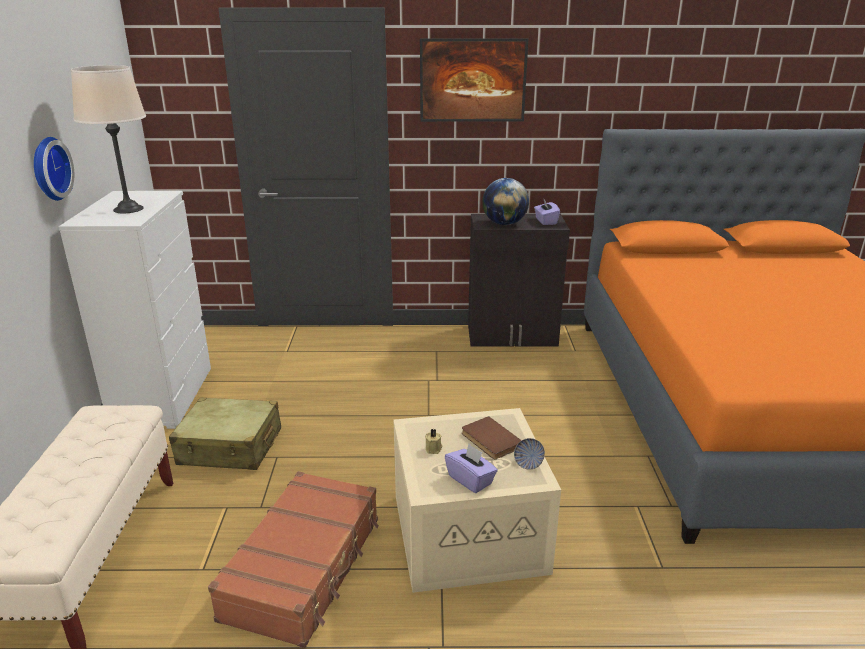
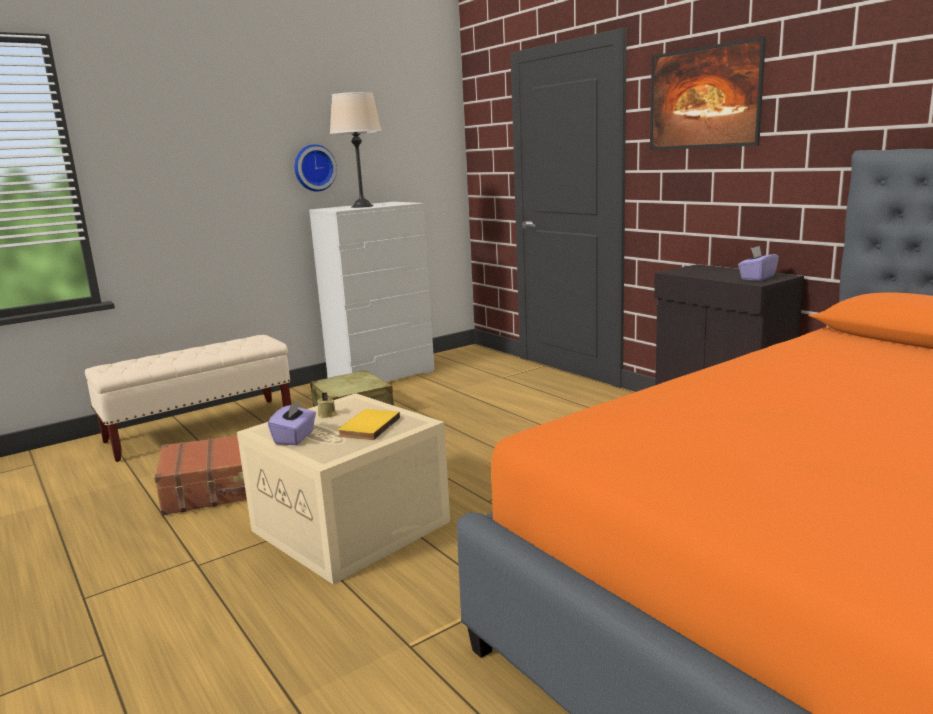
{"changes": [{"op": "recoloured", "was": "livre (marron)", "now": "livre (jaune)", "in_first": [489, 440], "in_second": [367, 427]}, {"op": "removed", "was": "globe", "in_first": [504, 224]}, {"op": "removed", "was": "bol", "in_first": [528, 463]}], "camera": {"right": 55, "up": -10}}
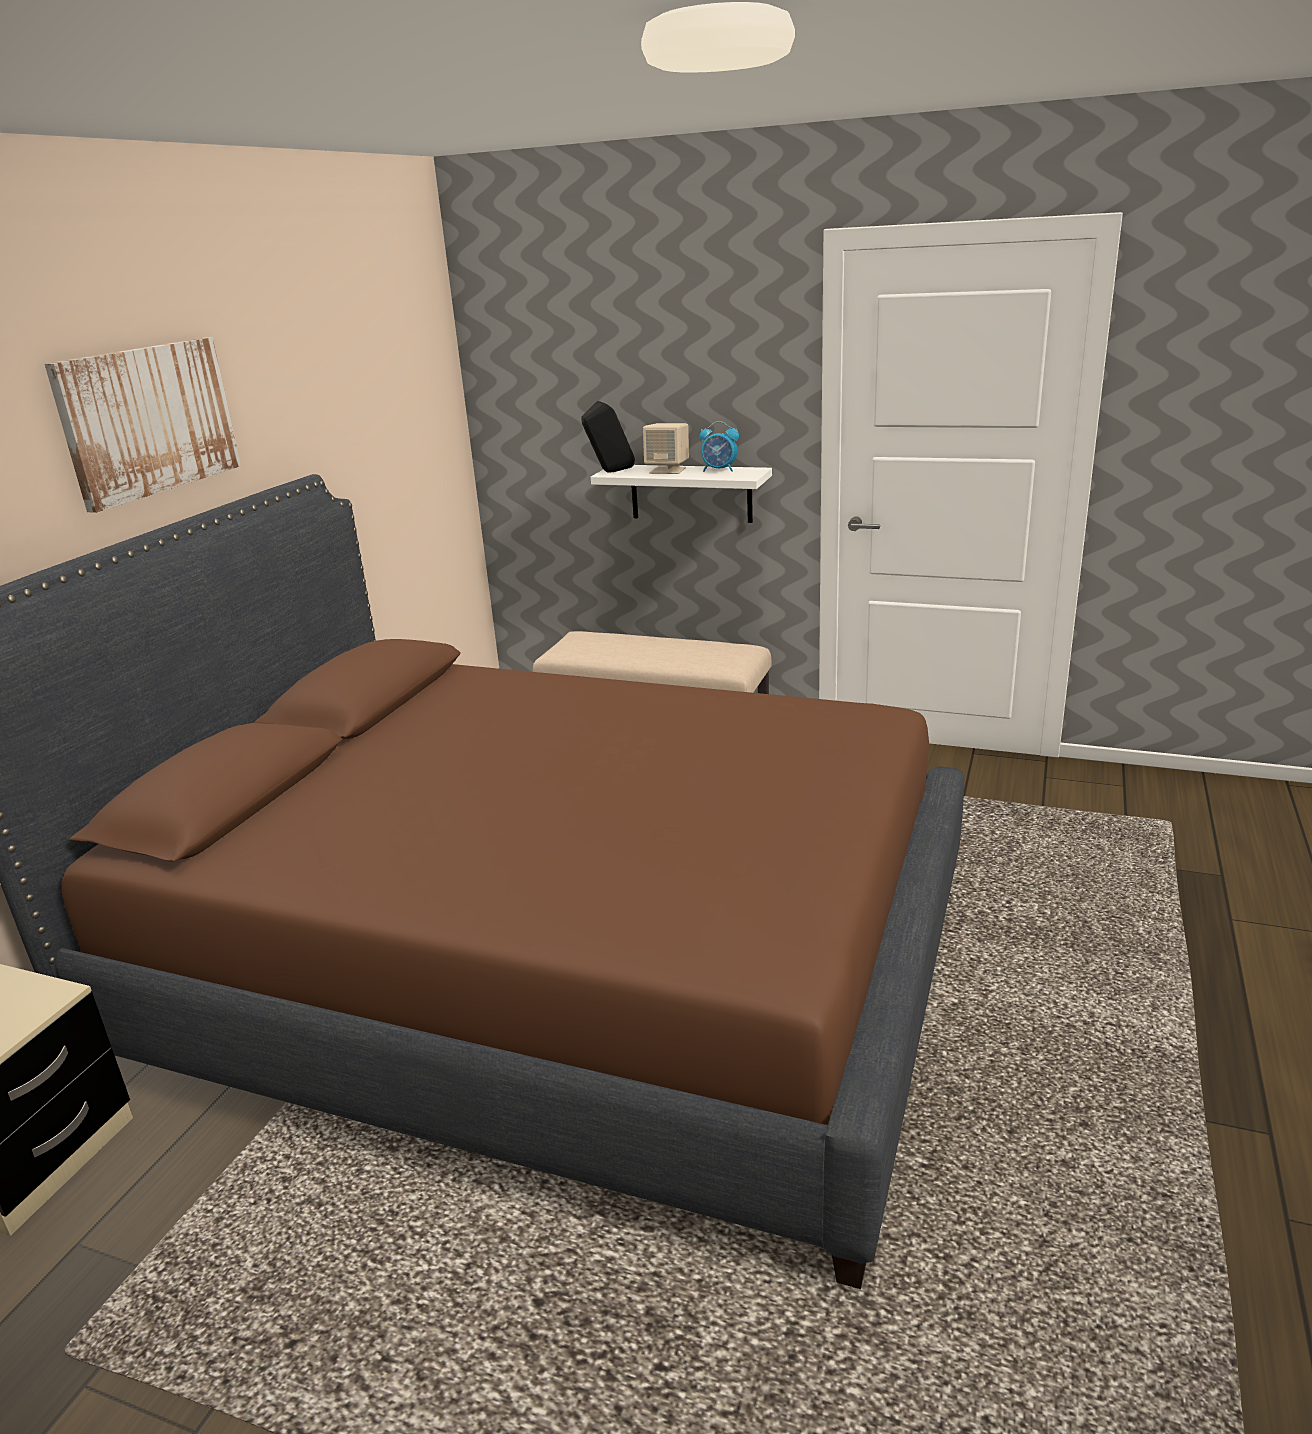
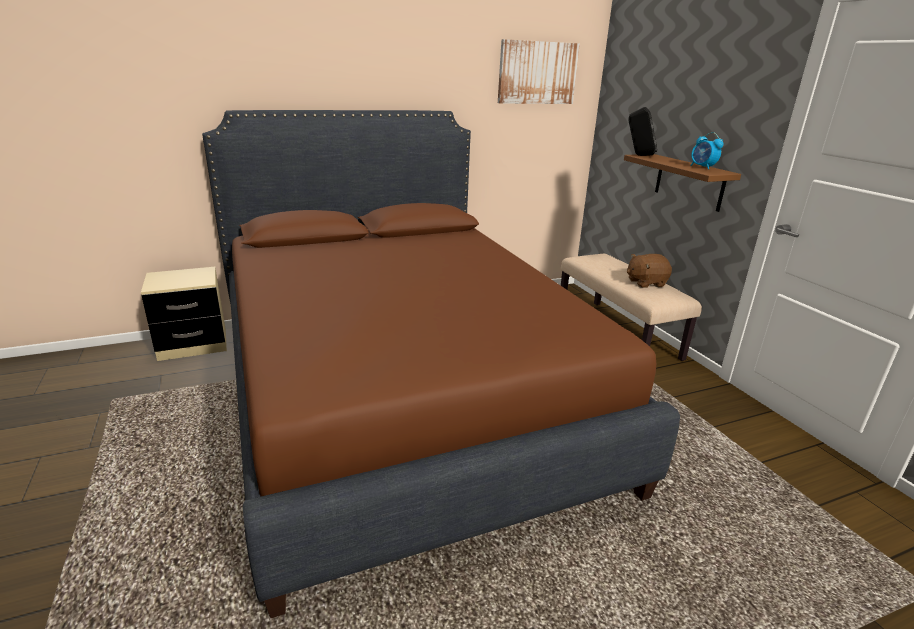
{"changes": [{"op": "moved", "was": "tableau", "in_first": [148, 420], "in_second": [537, 73]}, {"op": "recoloured", "was": "étagère (blanc)", "now": "étagère (marron)", "in_first": [691, 493], "in_second": [689, 182]}, {"op": "added", "now": "peluche (marron)", "in_second": [645, 283]}, {"op": "removed", "was": "enceinte (beige)", "in_first": [668, 470]}], "camera": {"right": 45, "up": 0}}
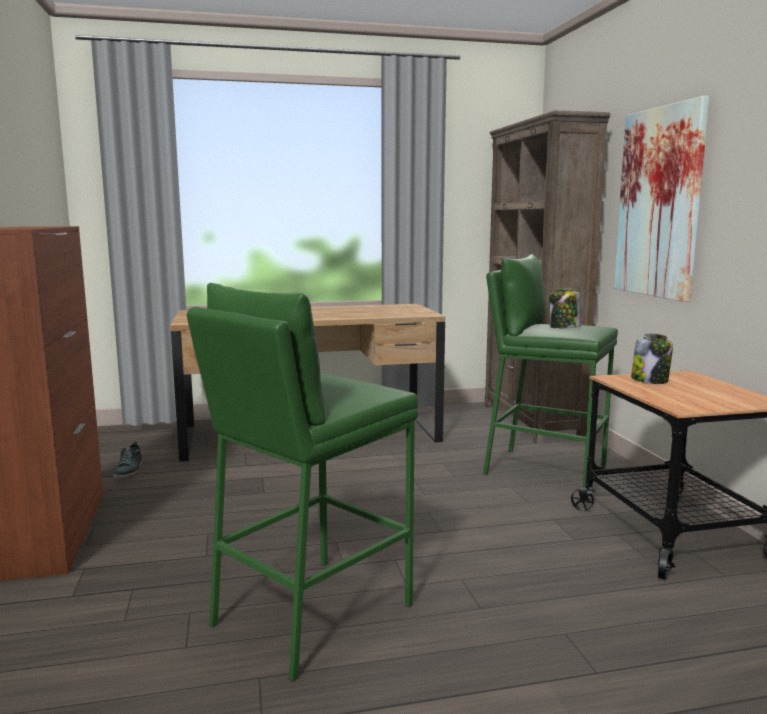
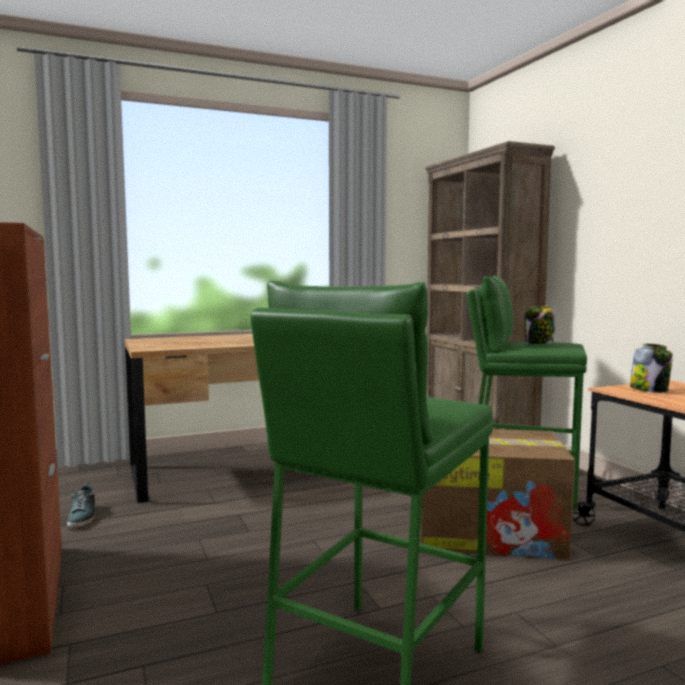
{"changes": [{"op": "added", "now": "carton", "in_second": [490, 533]}, {"op": "removed", "was": "tableau", "in_first": [659, 203]}], "camera": {"right": -10, "up": -5}}
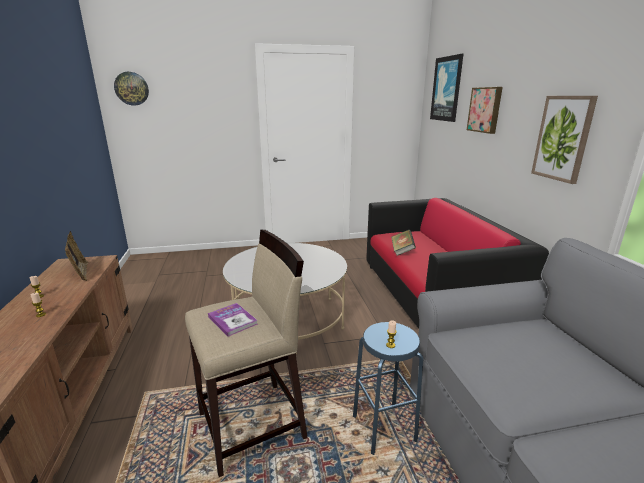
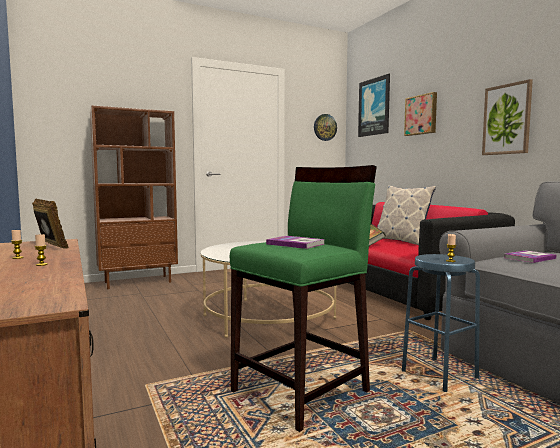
{"changes": [{"op": "added", "now": "bibliothèque (marron)", "in_second": [138, 282]}, {"op": "recoloured", "was": "tabouret (beige)", "now": "tabouret (vert)", "in_first": [253, 426], "in_second": [302, 392]}, {"op": "moved", "was": "horloge murale", "in_first": [131, 88], "in_second": [325, 127]}, {"op": "added", "now": "coussin", "in_second": [402, 241]}, {"op": "added", "now": "livre", "in_second": [529, 258]}], "camera": {"right": -15, "up": -15}}
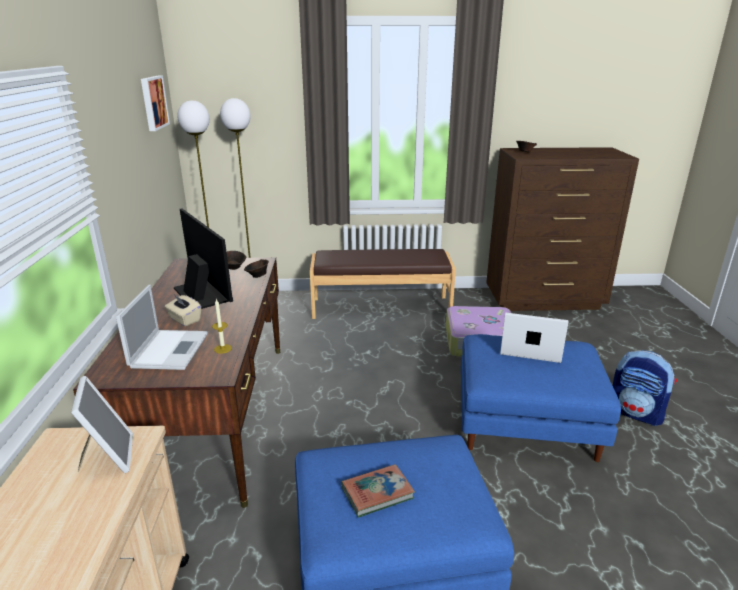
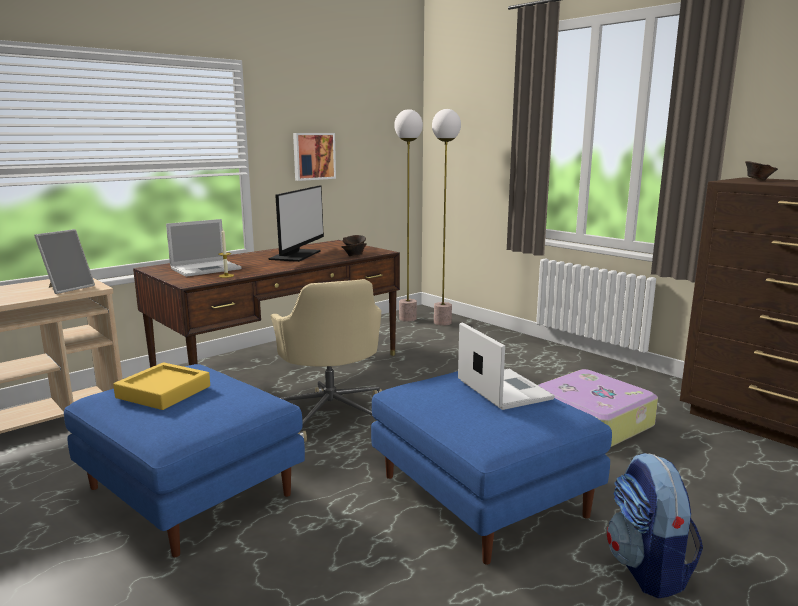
{"changes": [{"op": "replaced", "was": "livre", "now": "plateau (jaune)", "in_first": [377, 493], "in_second": [163, 392]}, {"op": "added", "now": "chaise de bureau (beige)", "in_second": [331, 414]}, {"op": "moved", "was": "tableau", "in_first": [153, 102], "in_second": [313, 156]}, {"op": "removed", "was": "boîte à mouchoirs (beige)", "in_first": [184, 319]}, {"op": "removed", "was": "banc (marron)", "in_first": [381, 306]}], "camera": {"right": 50, "up": -10}}
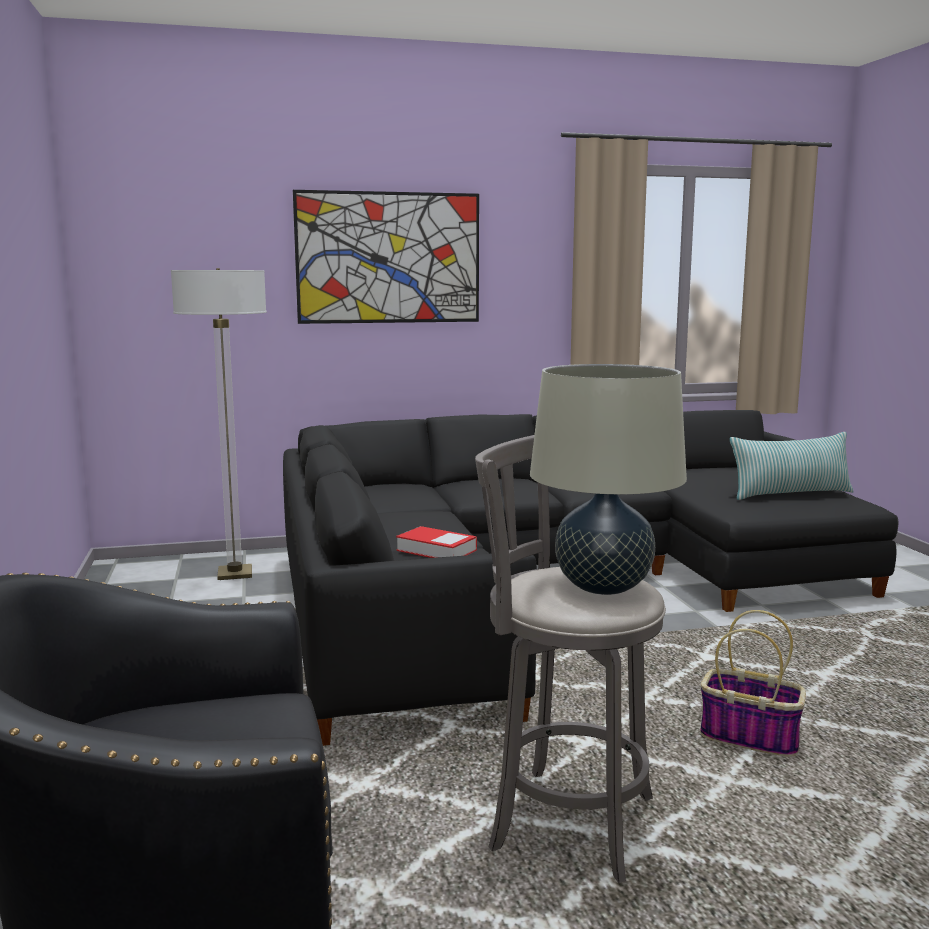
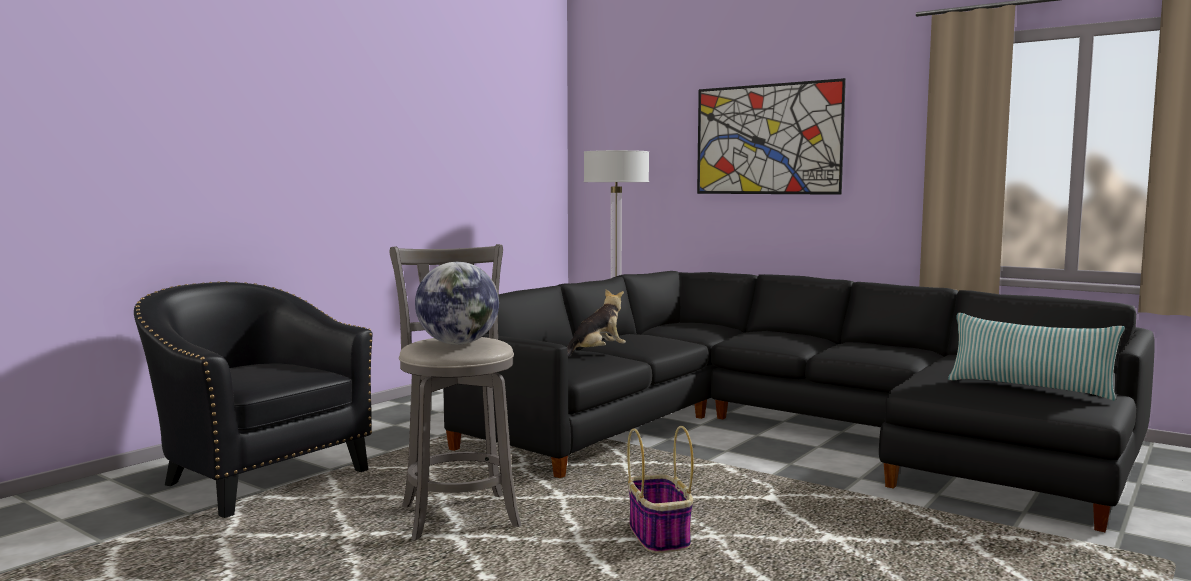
{"changes": [{"op": "replaced", "was": "lampe de table (beige)", "now": "globe", "in_first": [603, 586], "in_second": [457, 344]}, {"op": "replaced", "was": "livre", "now": "peluche", "in_first": [436, 550], "in_second": [596, 353]}], "camera": {"right": 50, "up": -5}}
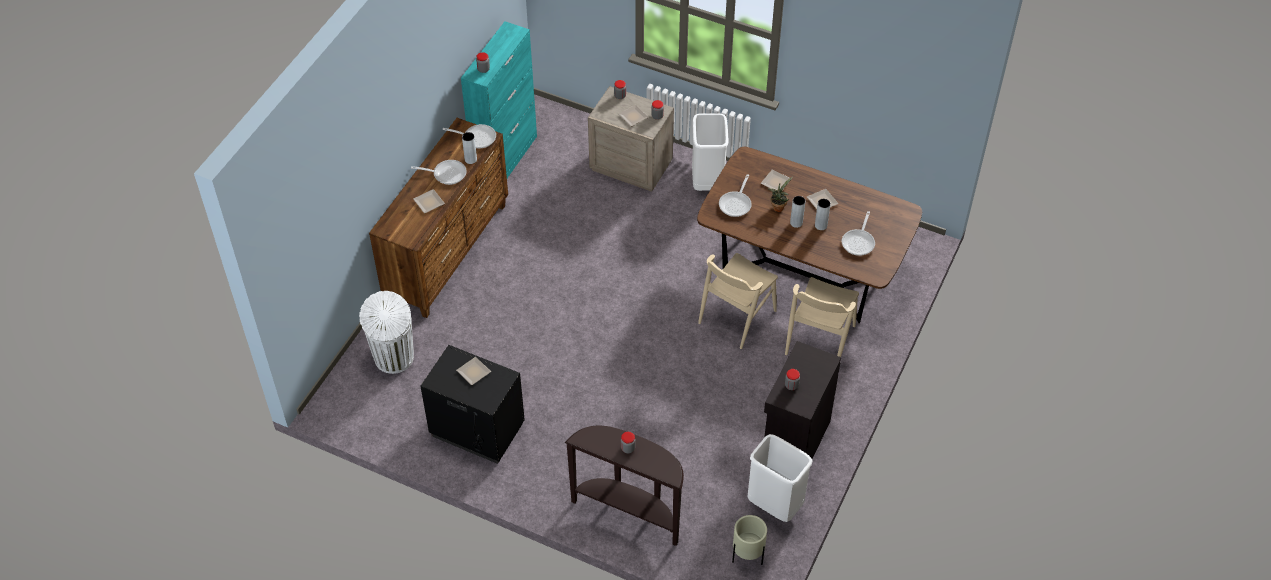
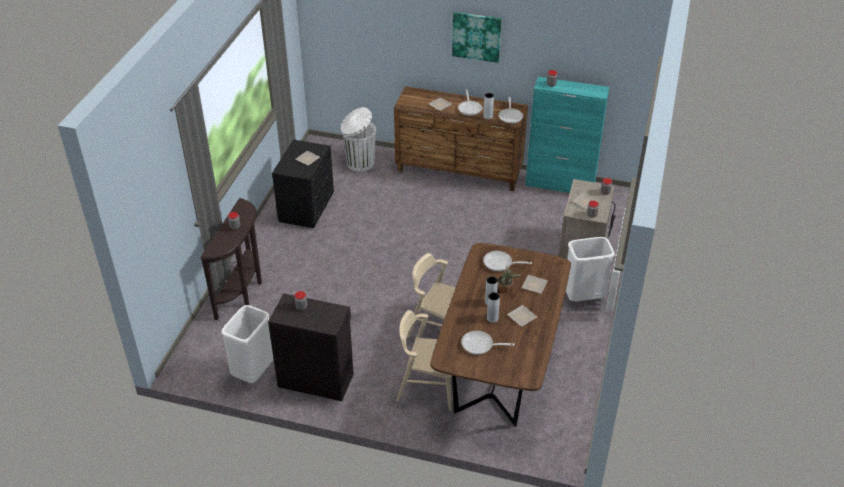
{"changes": [{"op": "added", "now": "tableau", "in_second": [476, 36]}, {"op": "removed", "was": "cache-pot (beige)", "in_first": [747, 556]}], "camera": {"right": 80, "up": -10}}
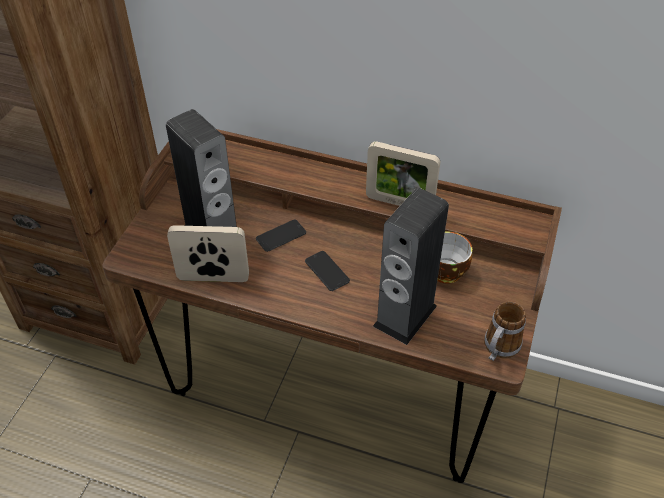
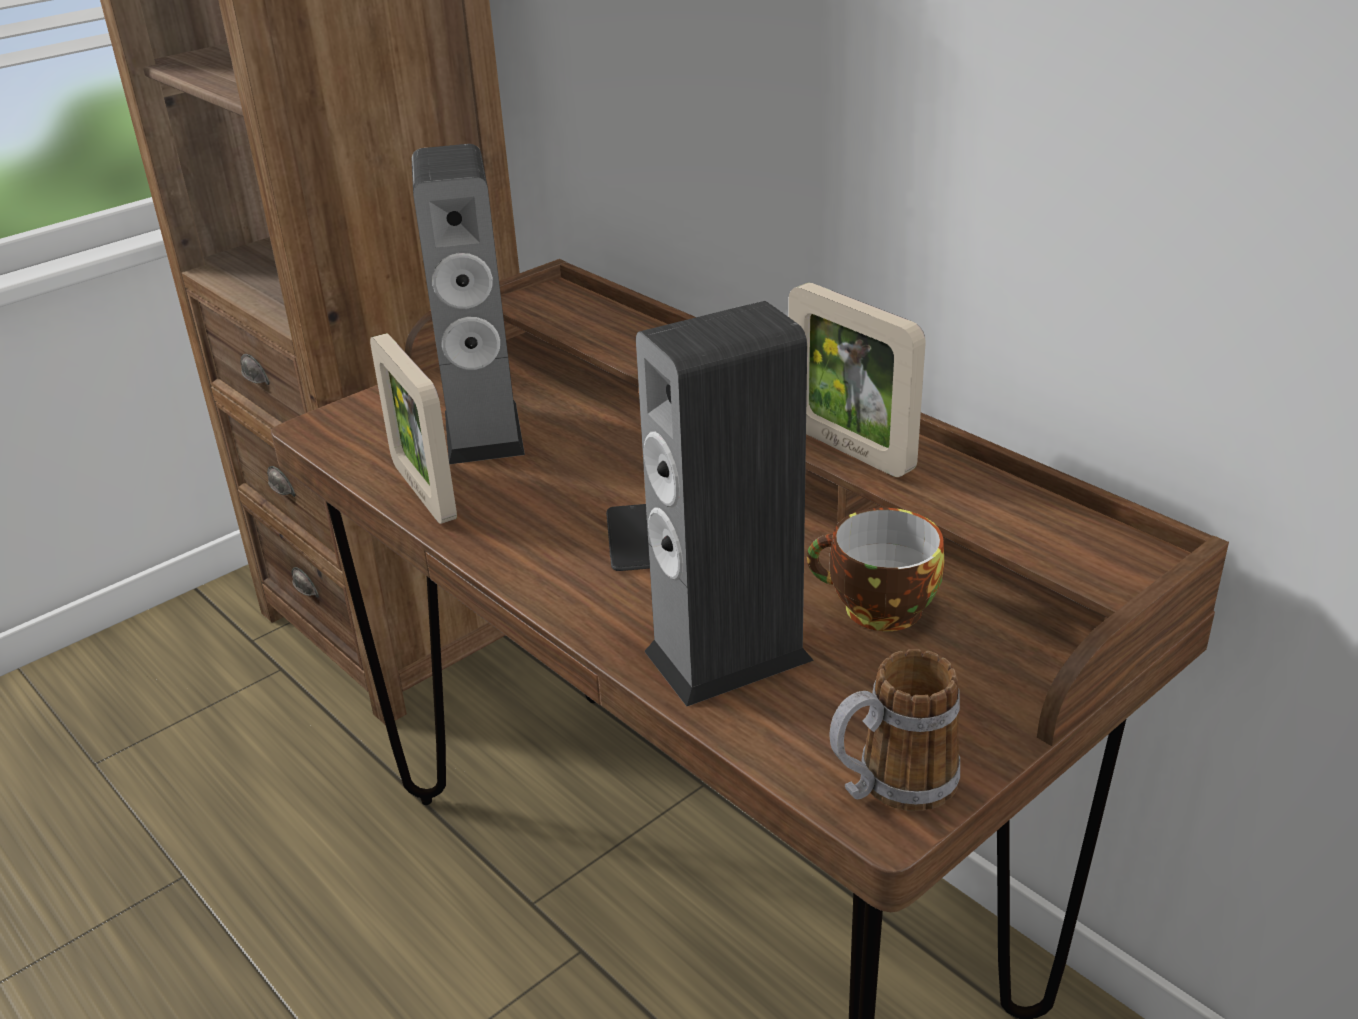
{"changes": [{"op": "turned", "was": "cadre photo", "in_first": [213, 278], "in_second": [423, 492], "clockwise": -150}, {"op": "removed", "was": "téléphone", "in_first": [281, 236]}], "camera": {"right": 30, "up": -15}}
